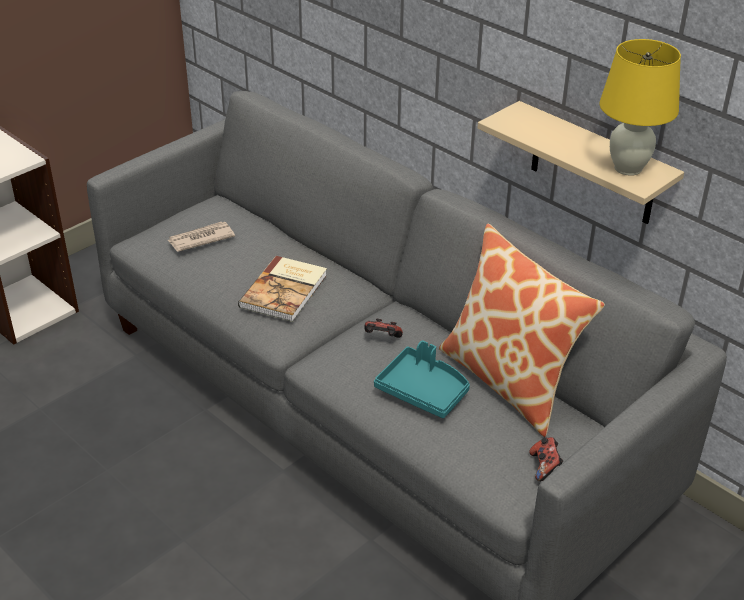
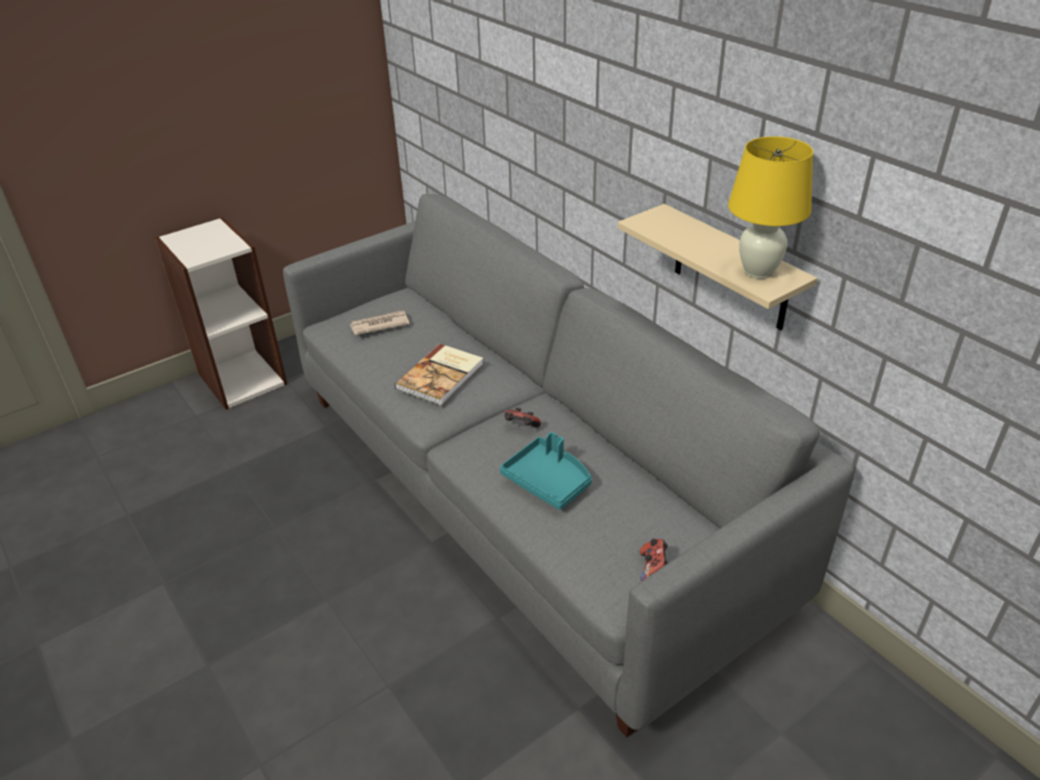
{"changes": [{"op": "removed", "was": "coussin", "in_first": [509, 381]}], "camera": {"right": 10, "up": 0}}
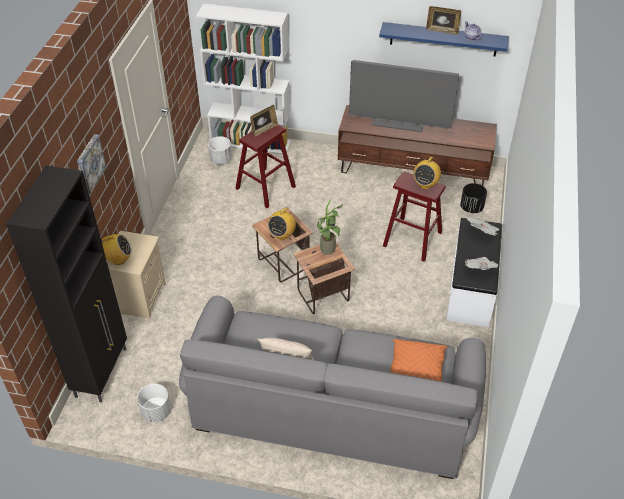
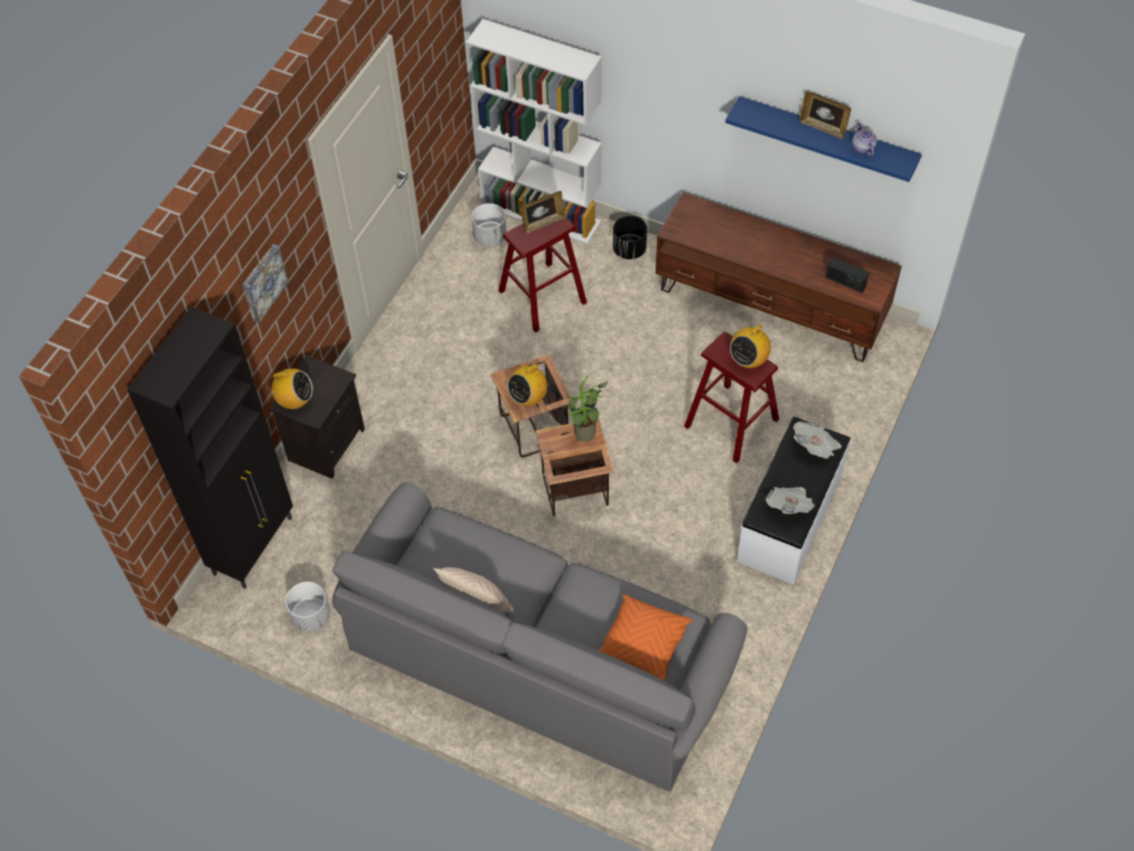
{"changes": [{"op": "recoloured", "was": "table de chevet (beige)", "now": "table de chevet (noir)", "in_first": [140, 297], "in_second": [326, 443]}, {"op": "moved", "was": "cache-pot (noir)", "in_first": [471, 208], "in_second": [629, 250]}, {"op": "added", "now": "radio", "in_second": [845, 282]}, {"op": "removed", "was": "téléviseur", "in_first": [399, 121]}], "camera": {"right": 15, "up": 10}}
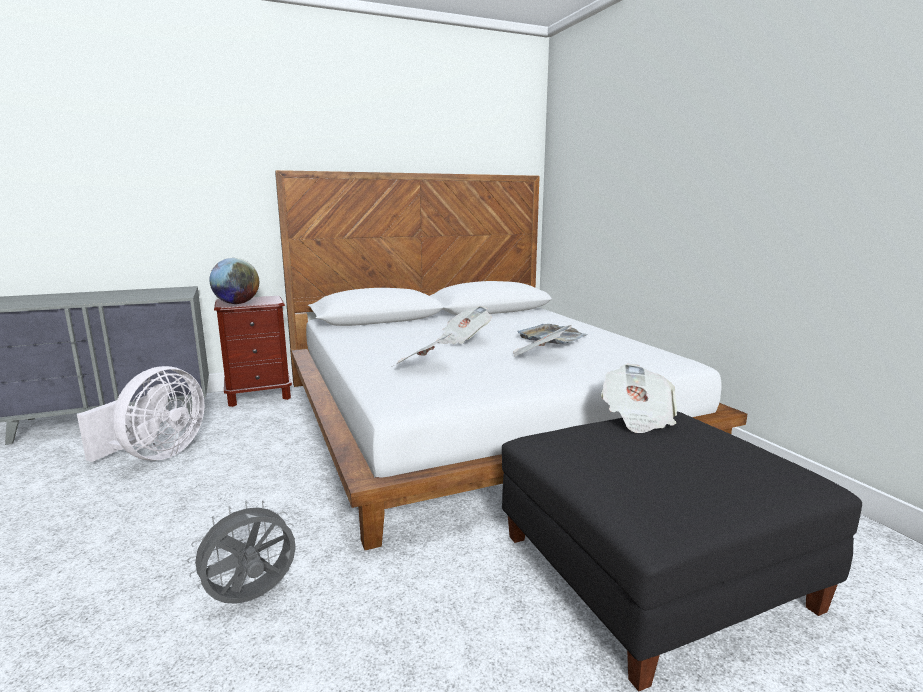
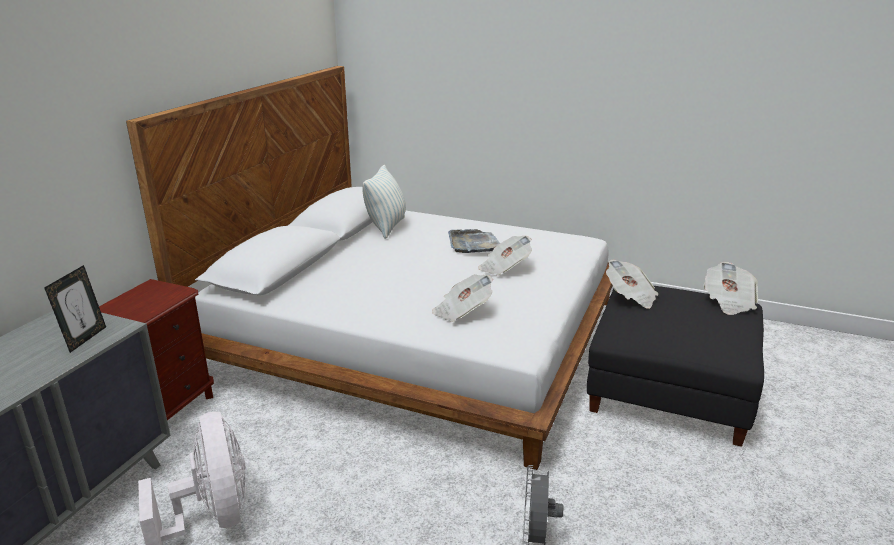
{"changes": [{"op": "added", "now": "cadre photo", "in_second": [85, 339]}, {"op": "added", "now": "coussin", "in_second": [386, 227]}, {"op": "moved", "was": "journal", "in_first": [463, 340], "in_second": [728, 302]}, {"op": "removed", "was": "globe", "in_first": [237, 303]}], "camera": {"right": -45, "up": 10}}
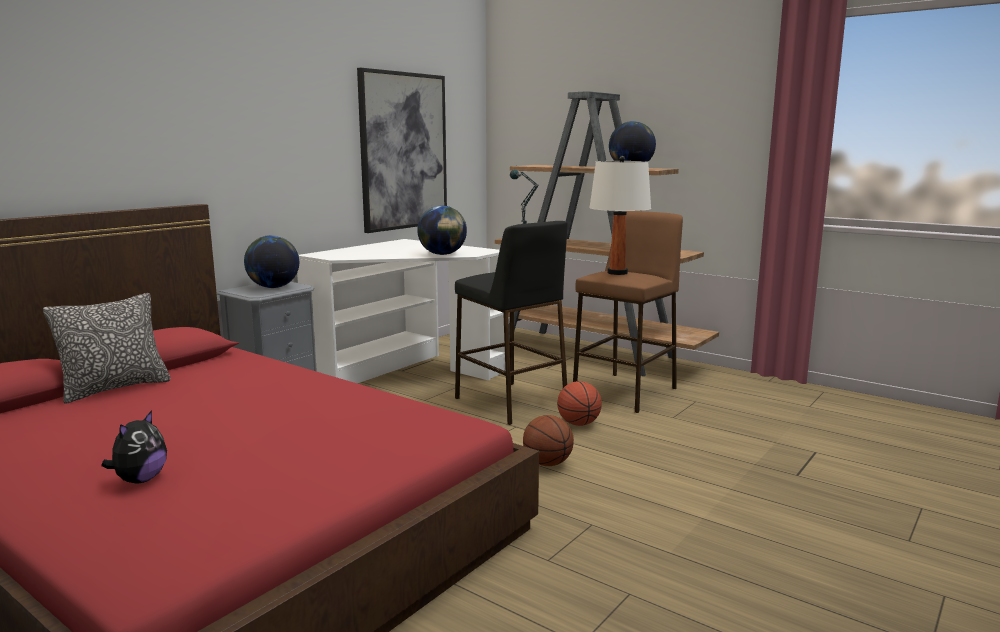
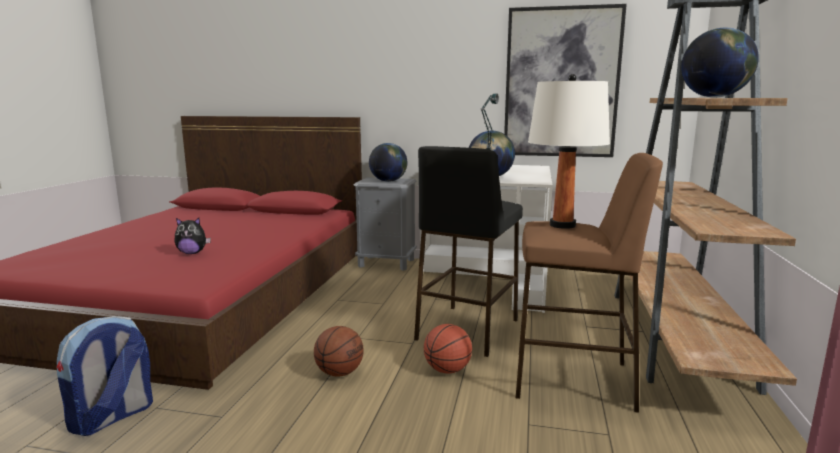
{"changes": [{"op": "added", "now": "sac à dos", "in_second": [112, 417]}, {"op": "moved", "was": "peluche", "in_first": [140, 480], "in_second": [192, 253]}, {"op": "removed", "was": "coussin", "in_first": [115, 388]}], "camera": {"right": 65, "up": 0}}
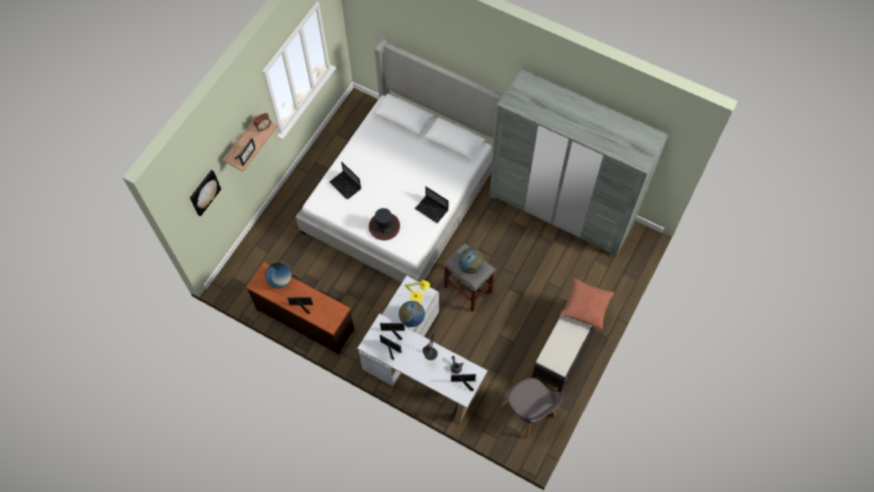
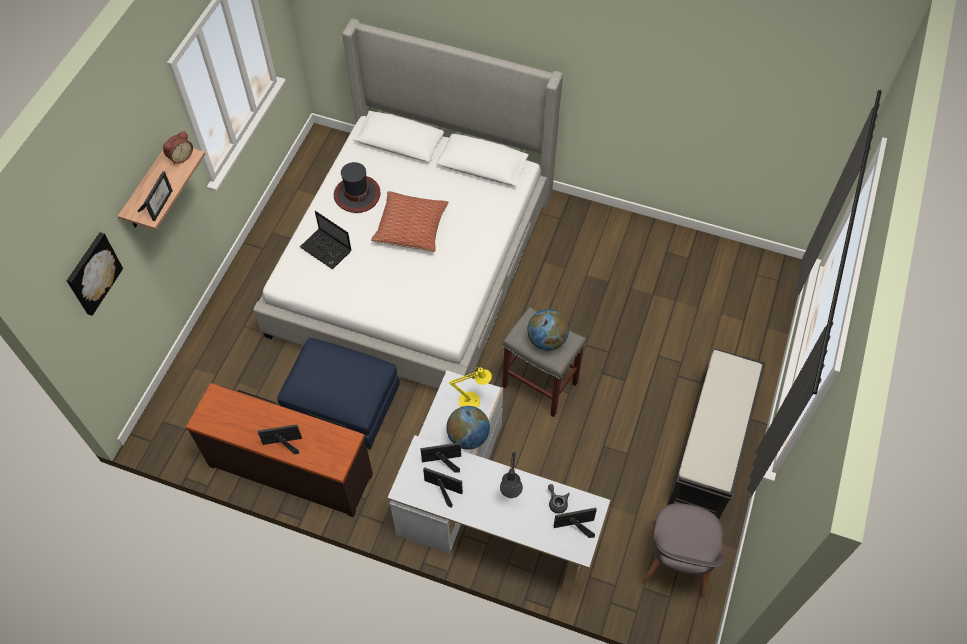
{"changes": [{"op": "added", "now": "pouf (bleu)", "in_second": [344, 407]}, {"op": "moved", "was": "chapeau", "in_first": [384, 226], "in_second": [357, 194]}, {"op": "moved", "was": "coussin", "in_first": [586, 306], "in_second": [411, 228]}, {"op": "turned", "was": "chaise (gris)", "in_first": [529, 412], "in_second": [677, 561], "clockwise": 60}, {"op": "removed", "was": "globe", "in_first": [280, 280]}, {"op": "removed", "was": "ordinateur portable", "in_first": [432, 210]}, {"op": "removed", "was": "armoire (gris)", "in_first": [561, 209]}], "camera": {"right": -10, "up": -5}}
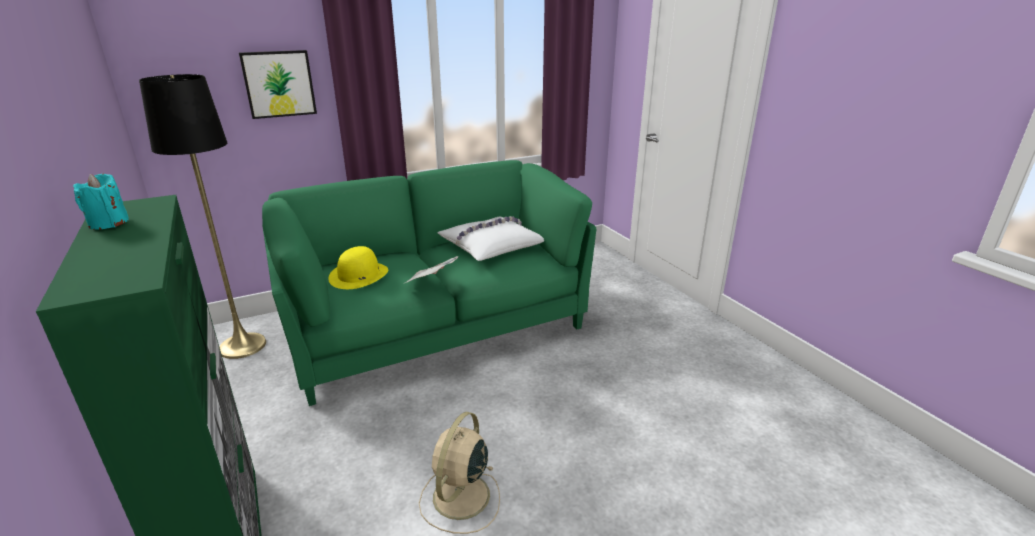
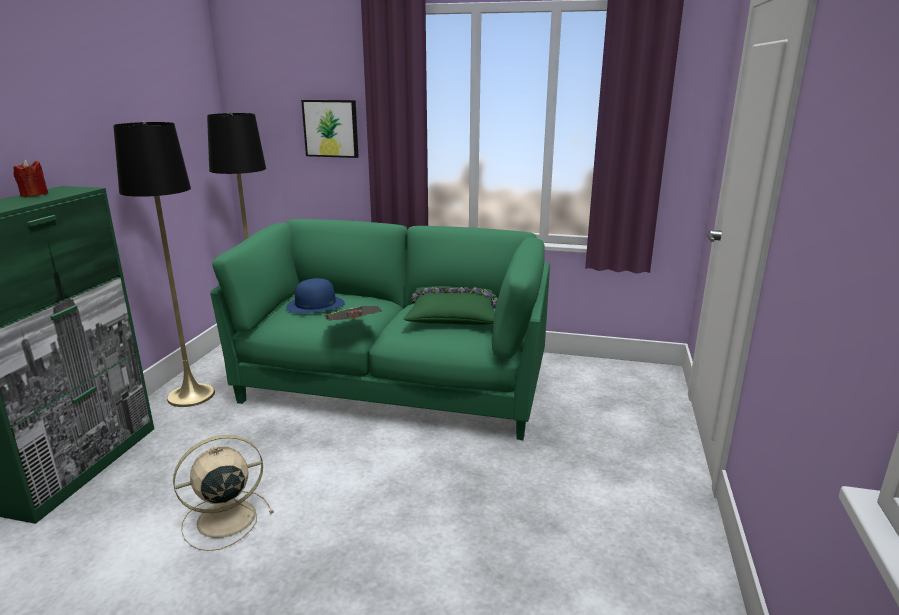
{"changes": [{"op": "recoloured", "was": "bougie (turquoise)", "now": "bougie (rouge)", "in_first": [108, 223], "in_second": [34, 194]}, {"op": "added", "now": "lampadaire (noir)", "in_second": [191, 395]}, {"op": "recoloured", "was": "chapeau (jaune)", "now": "chapeau (bleu)", "in_first": [359, 275], "in_second": [315, 305]}, {"op": "recoloured", "was": "coussin (blanc)", "now": "coussin (vert)", "in_first": [491, 246], "in_second": [453, 315]}], "camera": {"right": 40, "up": -5}}
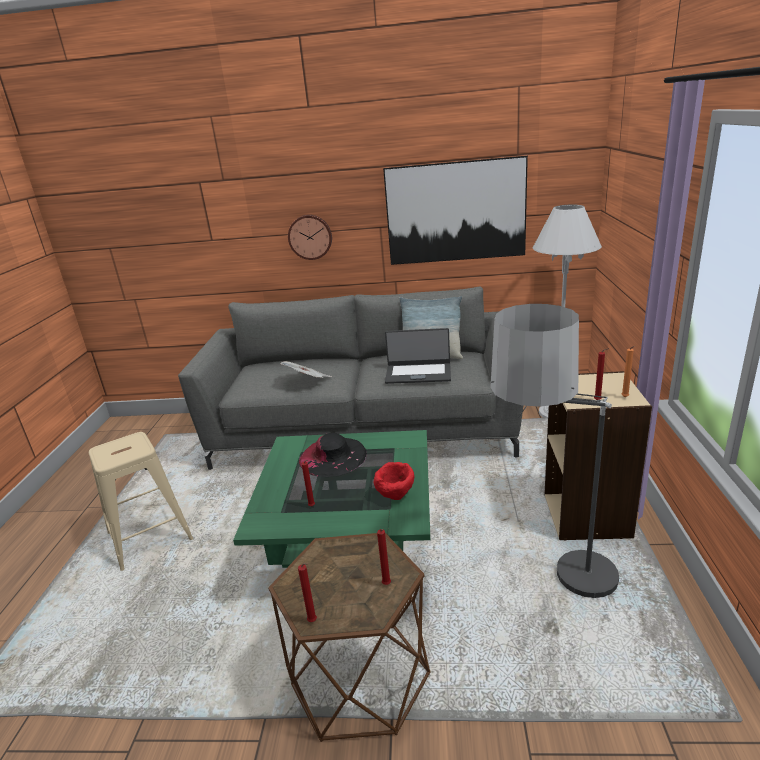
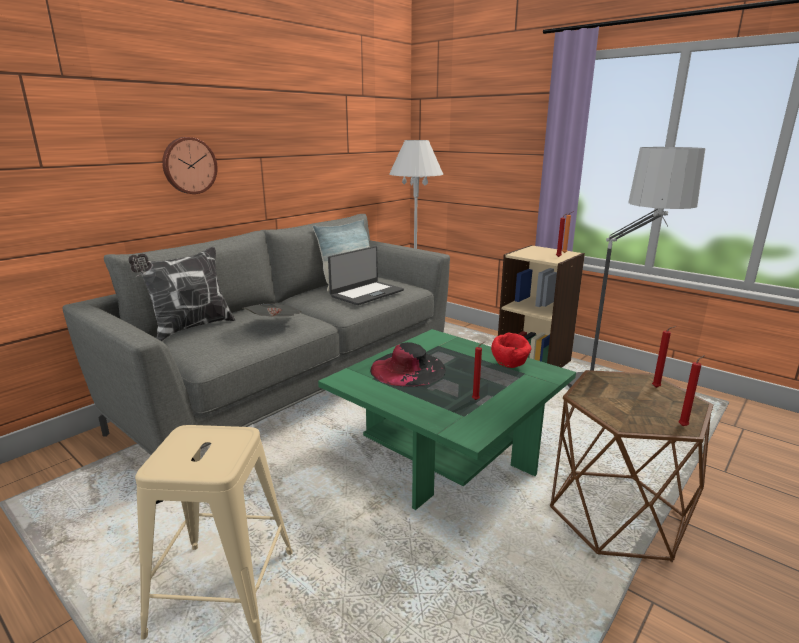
{"changes": [{"op": "added", "now": "coussin", "in_second": [190, 328]}, {"op": "removed", "was": "tableau", "in_first": [455, 212]}], "camera": {"right": -55, "up": -5}}
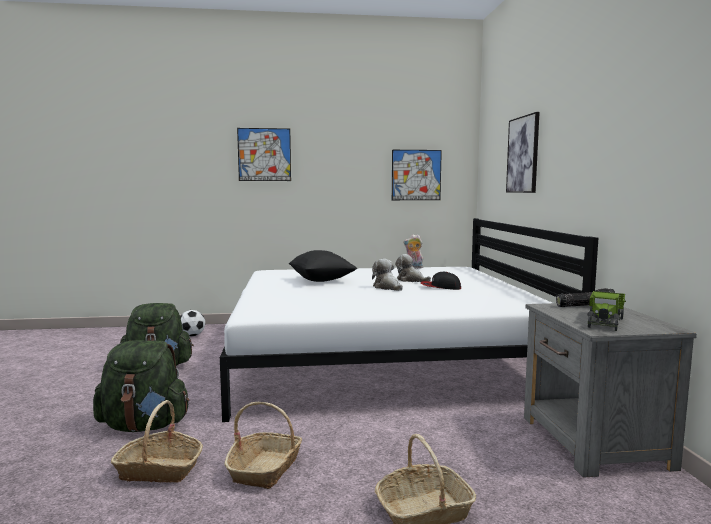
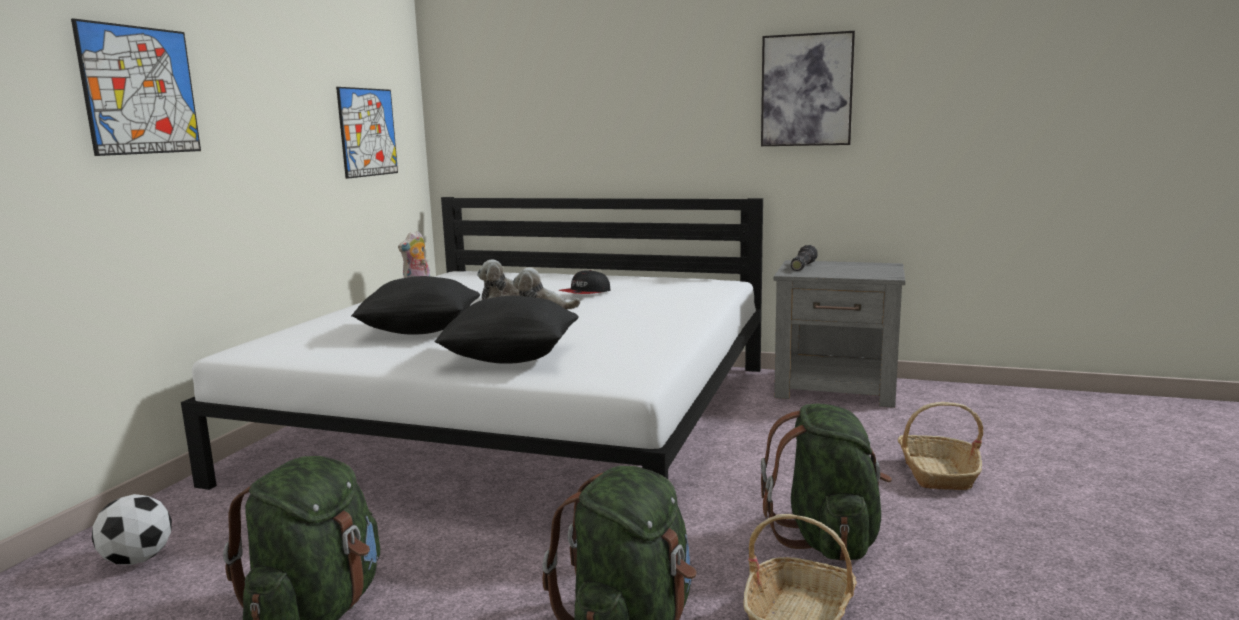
{"changes": [{"op": "added", "now": "coussin (noir)", "in_second": [511, 359]}, {"op": "moved", "was": "tableau", "in_first": [523, 154], "in_second": [806, 90]}, {"op": "replaced", "was": "panier", "now": "sac à dos (vert)", "in_first": [265, 468], "in_second": [827, 538]}, {"op": "removed", "was": "camion jouet", "in_first": [605, 321]}], "camera": {"right": -65, "up": 5}}
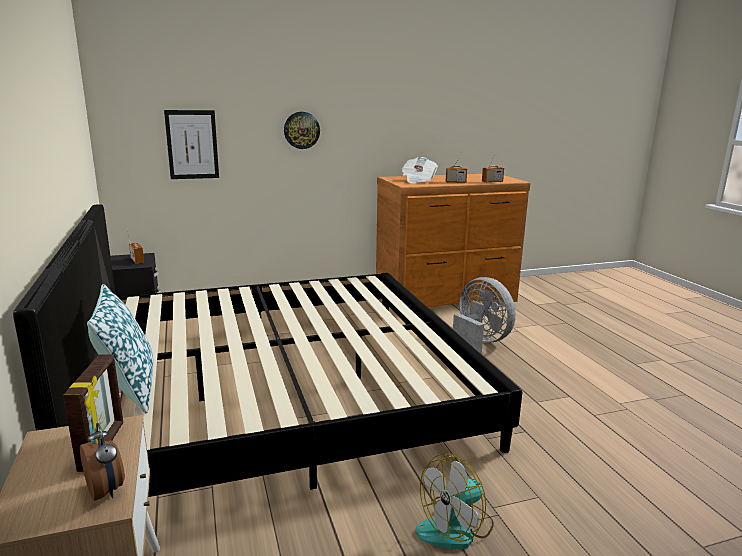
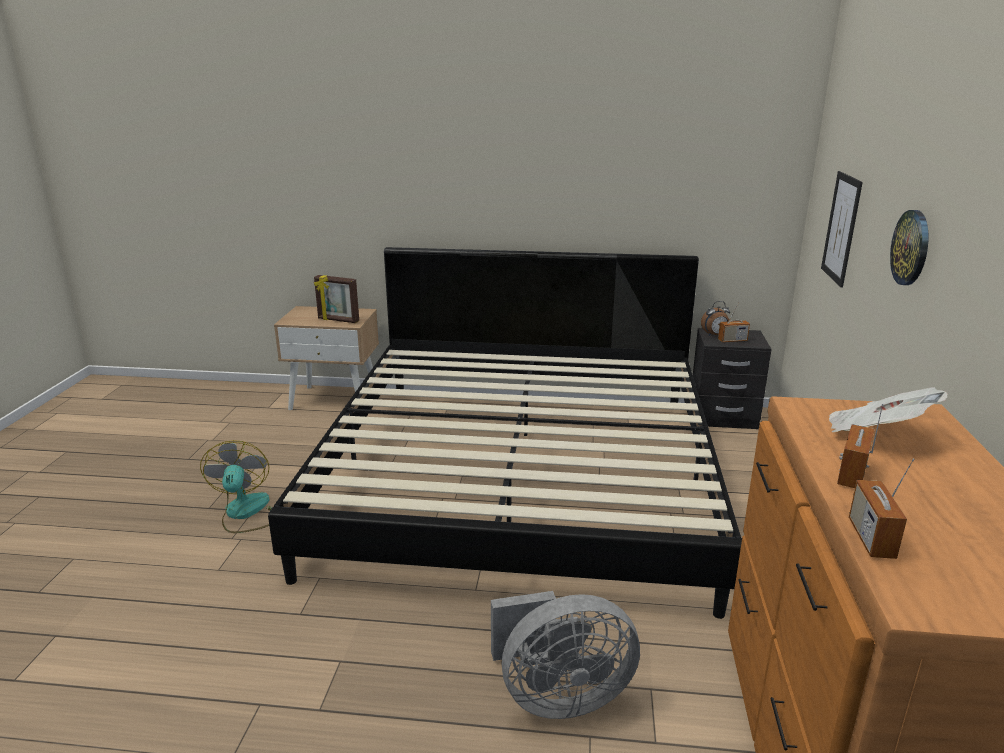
{"changes": [{"op": "moved", "was": "réveil", "in_first": [107, 490], "in_second": [714, 335]}, {"op": "removed", "was": "coussin", "in_first": [129, 389]}], "camera": {"right": 115, "up": 5}}
